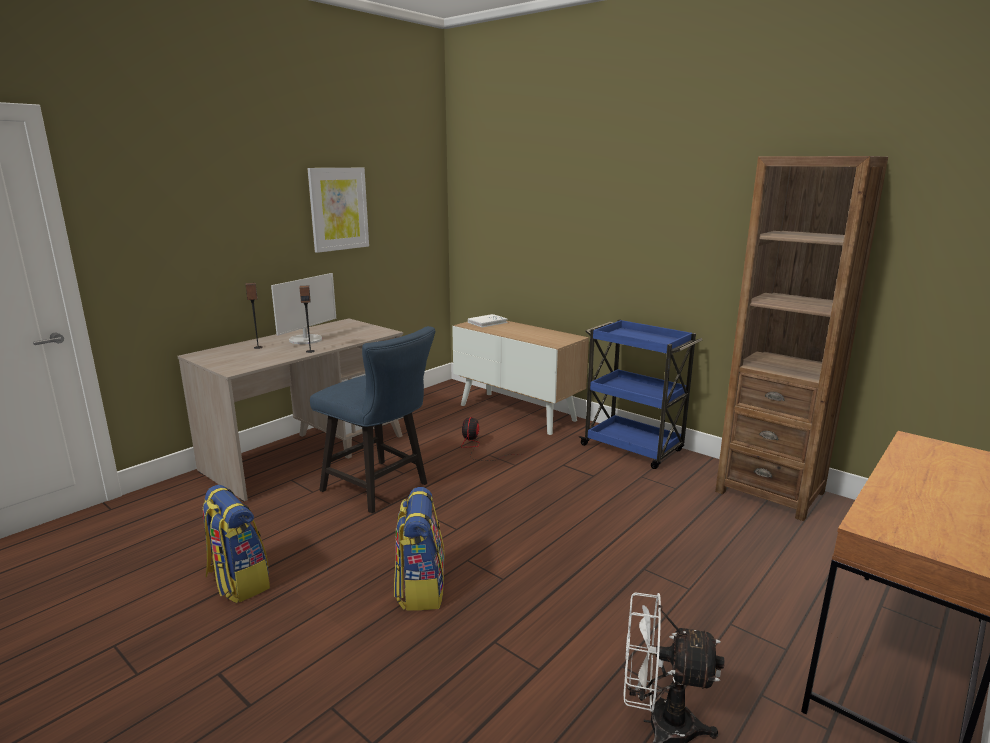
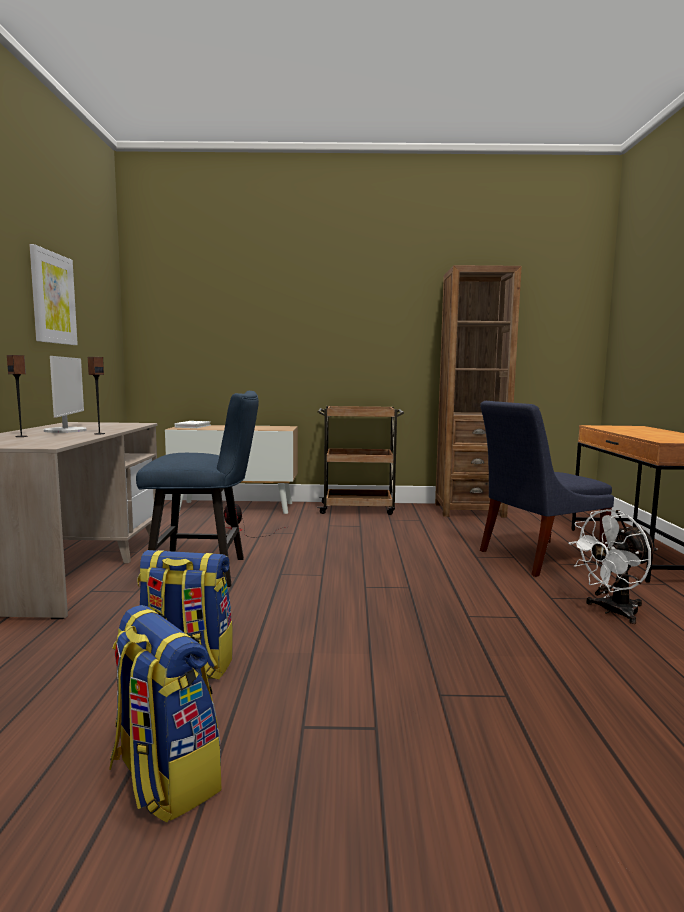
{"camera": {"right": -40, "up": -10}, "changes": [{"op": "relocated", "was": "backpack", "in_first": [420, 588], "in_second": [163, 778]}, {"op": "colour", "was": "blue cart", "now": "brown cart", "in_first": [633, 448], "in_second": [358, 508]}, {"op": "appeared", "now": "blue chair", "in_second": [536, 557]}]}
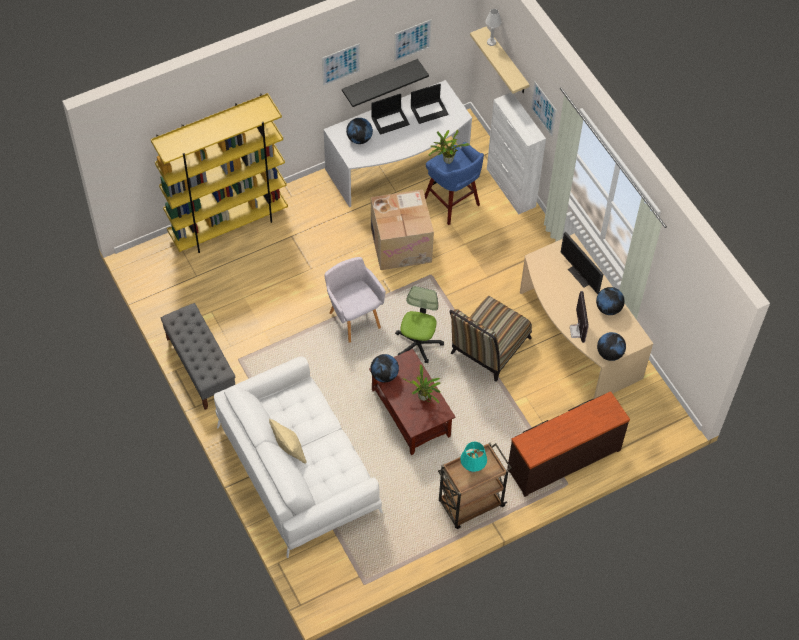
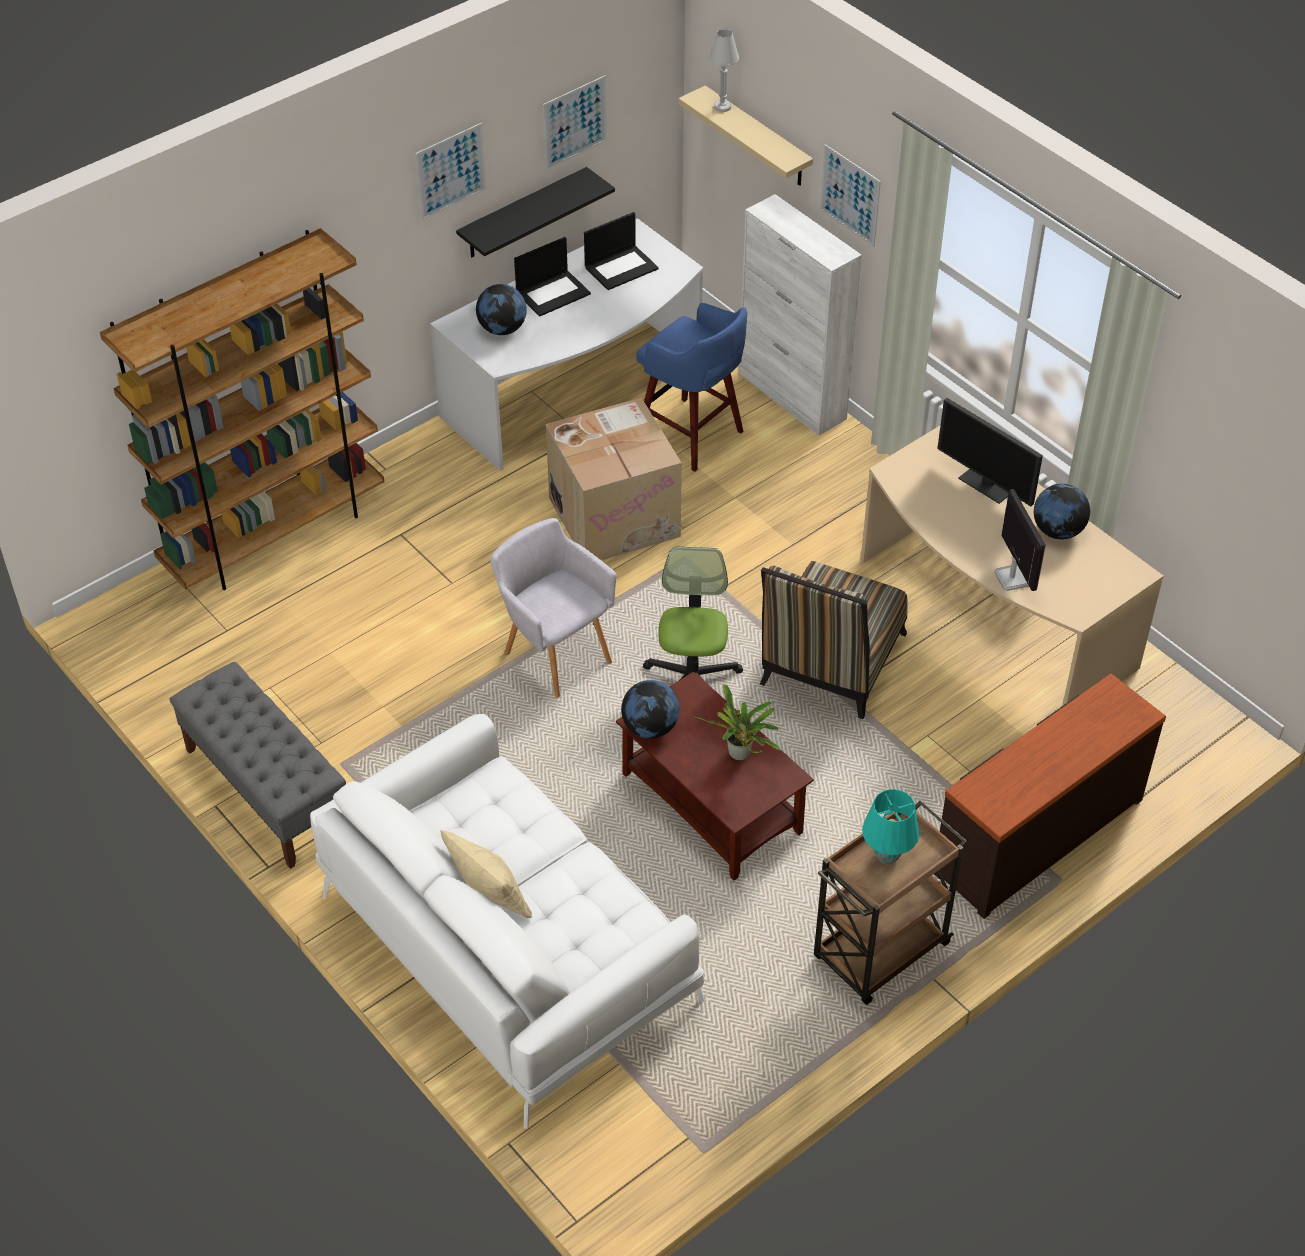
{"camera": {"right": -10, "up": -10}, "changes": [{"op": "colour", "was": "yellow bookcase", "now": "brown bookcase", "in_first": [229, 225], "in_second": [274, 534]}, {"op": "missing", "was": "potted plant", "in_first": [446, 160]}, {"op": "missing", "was": "globe", "in_first": [609, 353]}]}
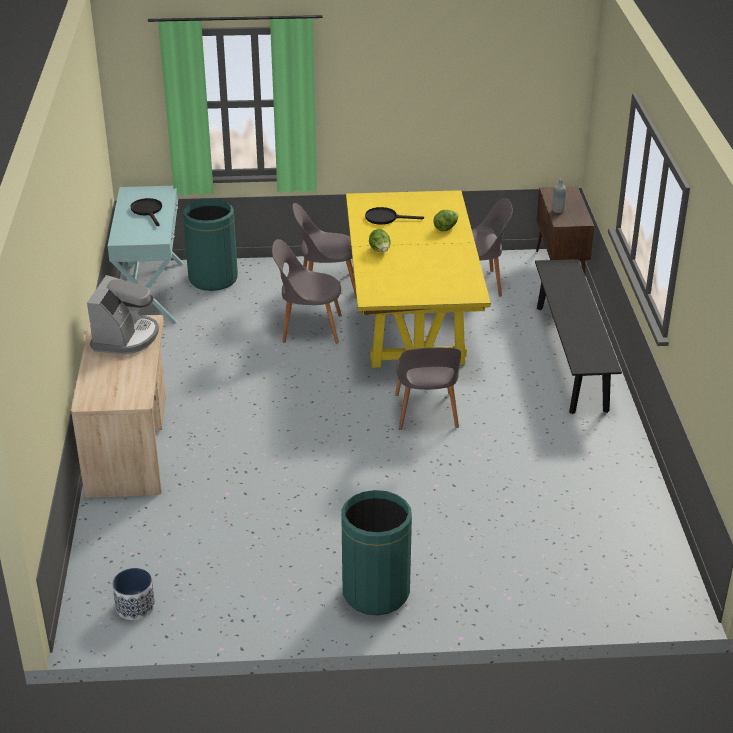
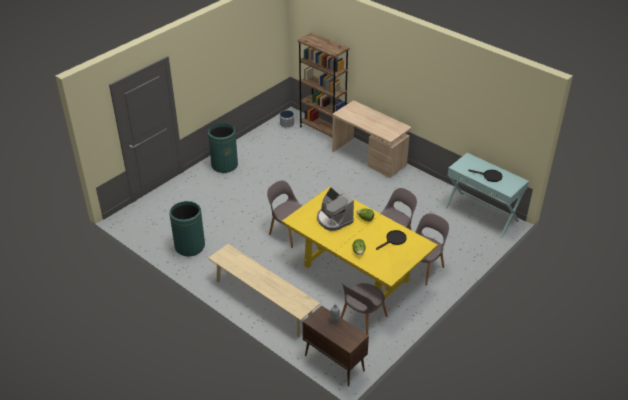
{"camera": {"right": 135, "up": 5}, "changes": [{"op": "relocated", "was": "green trash can", "in_first": [213, 279], "in_second": [190, 246]}, {"op": "colour", "was": "black bench", "now": "beige bench", "in_first": [571, 357], "in_second": [263, 302]}, {"op": "appeared", "now": "brown bookcase", "in_second": [322, 131]}, {"op": "relocated", "was": "coffee machine", "in_first": [125, 337], "in_second": [334, 219]}]}
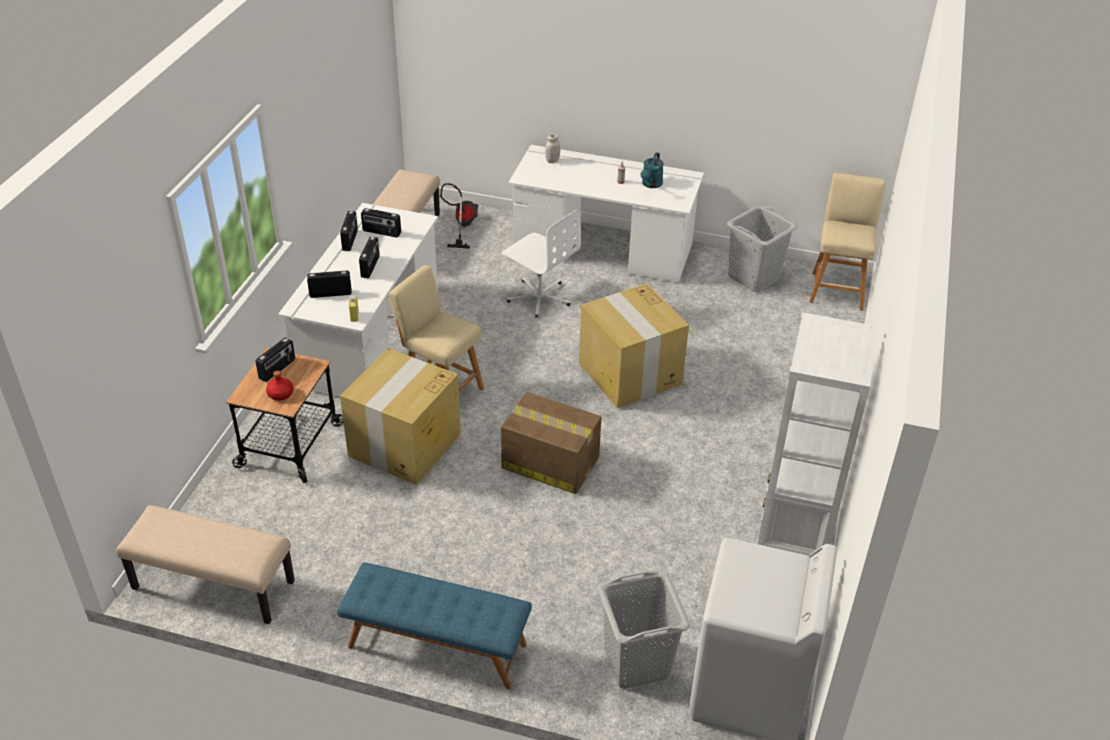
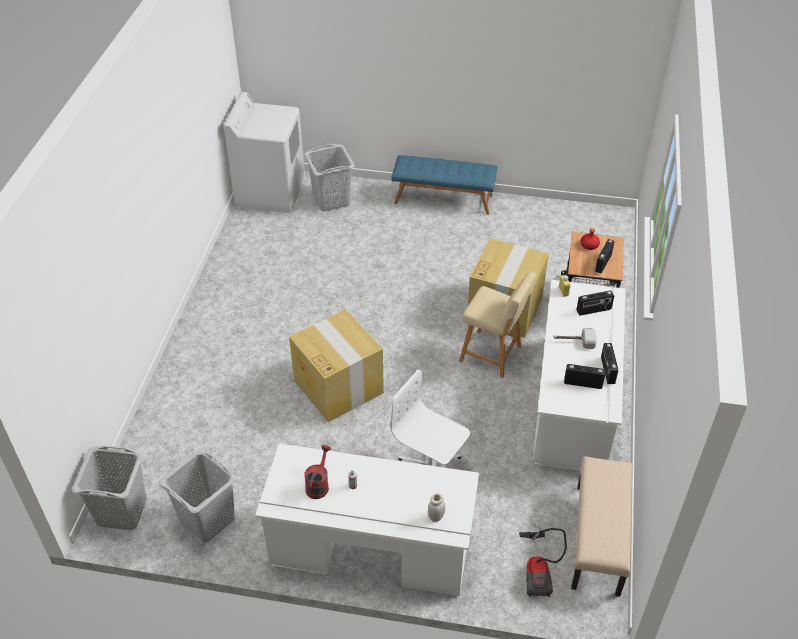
{"camera": {"right": 175, "up": 5}, "changes": [{"op": "exchanged", "was": "beige stool", "now": "grey laundry basket", "in_first": [837, 289], "in_second": [121, 511]}, {"op": "colour", "was": "turquoise watering can", "now": "red watering can", "in_first": [651, 185], "in_second": [318, 484]}, {"op": "exchanged", "was": "radio", "now": "hammer", "in_first": [370, 267], "in_second": [573, 341]}, {"op": "missing", "was": "beige bench", "in_first": [212, 586]}, {"op": "missing", "was": "cardboard box", "in_first": [549, 462]}, {"op": "missing", "was": "white bookcase", "in_first": [792, 542]}]}
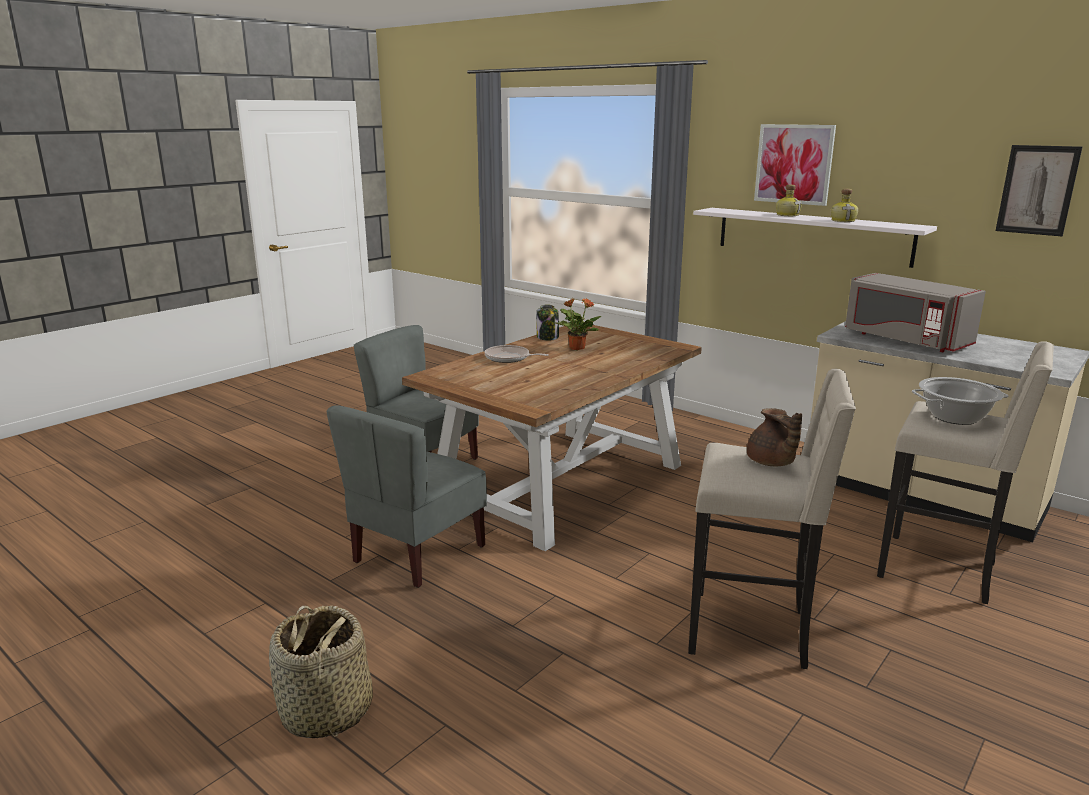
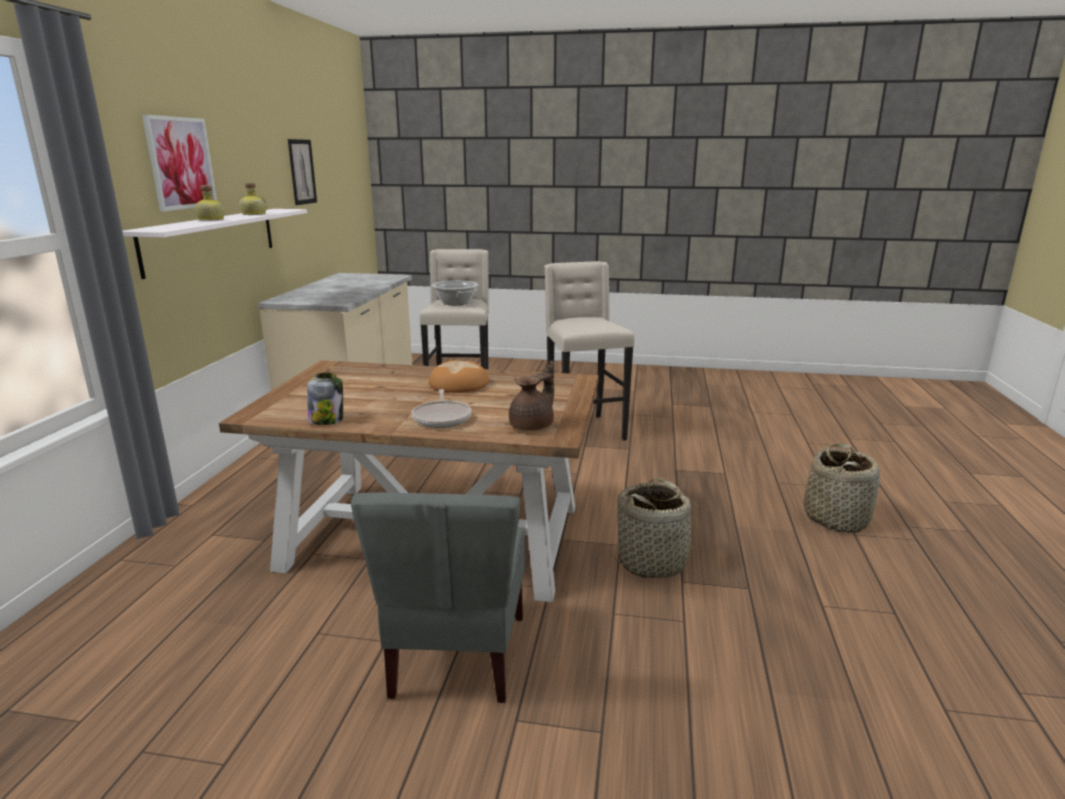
{"camera": {"right": -120, "up": 0}, "changes": [{"op": "appeared", "now": "bread", "in_second": [458, 384]}, {"op": "relocated", "was": "brown teapot", "in_first": [771, 463], "in_second": [533, 425]}, {"op": "exchanged", "was": "grey chair", "now": "basket", "in_first": [417, 554], "in_second": [653, 561]}, {"op": "missing", "was": "potted plant", "in_first": [576, 348]}, {"op": "missing", "was": "grey microwave", "in_first": [904, 340]}]}
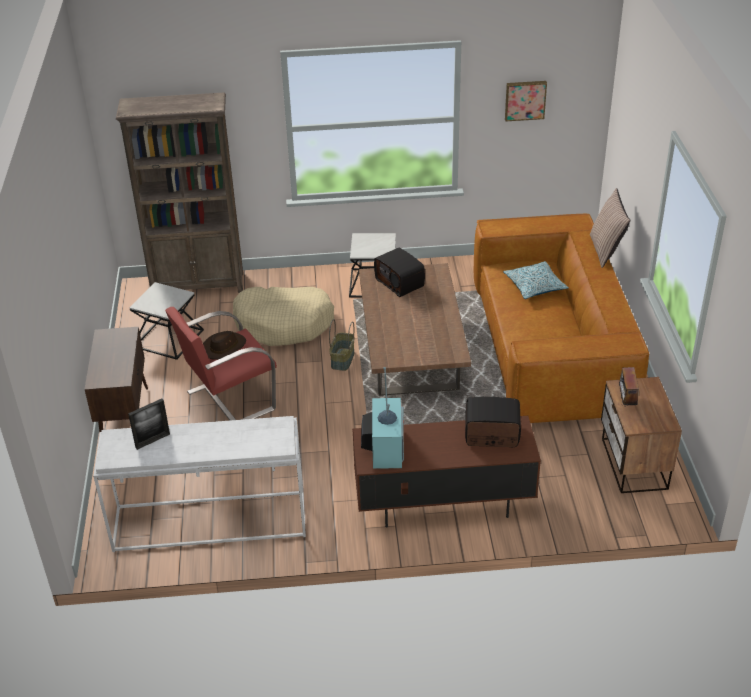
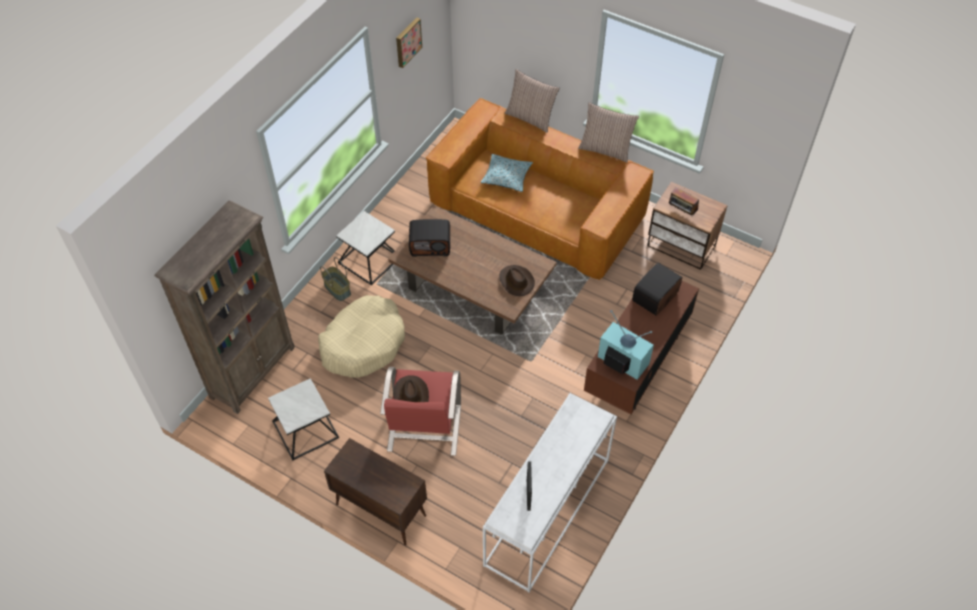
{"camera": {"right": -55, "up": 15}, "changes": [{"op": "relocated", "was": "basket", "in_first": [343, 360], "in_second": [338, 289]}, {"op": "appeared", "now": "brown hat", "in_second": [516, 281]}, {"op": "appeared", "now": "pillow", "in_second": [605, 149]}]}
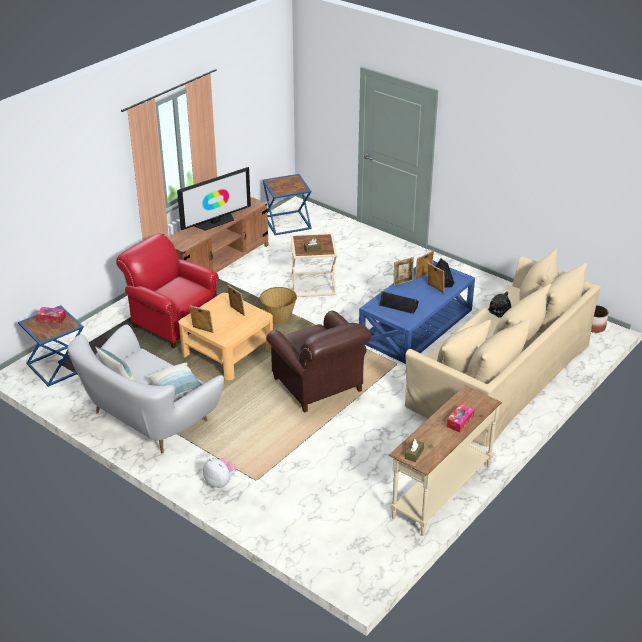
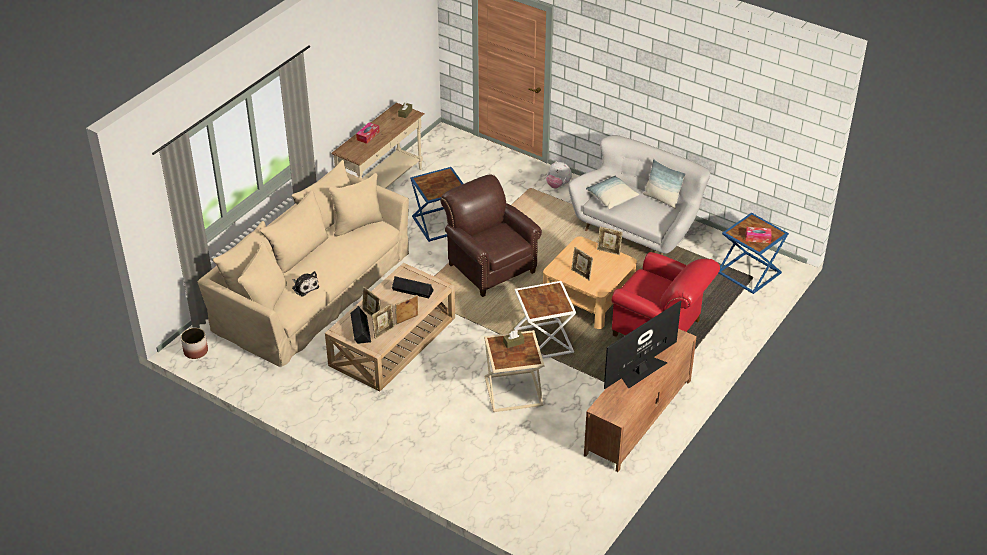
{"camera": {"right": 175, "up": 5}, "changes": [{"op": "colour", "was": "blue coffee table", "now": "beige coffee table", "in_first": [416, 326], "in_second": [392, 341]}, {"op": "relocated", "was": "blue side table", "in_first": [287, 223], "in_second": [441, 223]}, {"op": "exchanged", "was": "basket", "now": "white side table", "in_first": [279, 318], "in_second": [544, 341]}]}
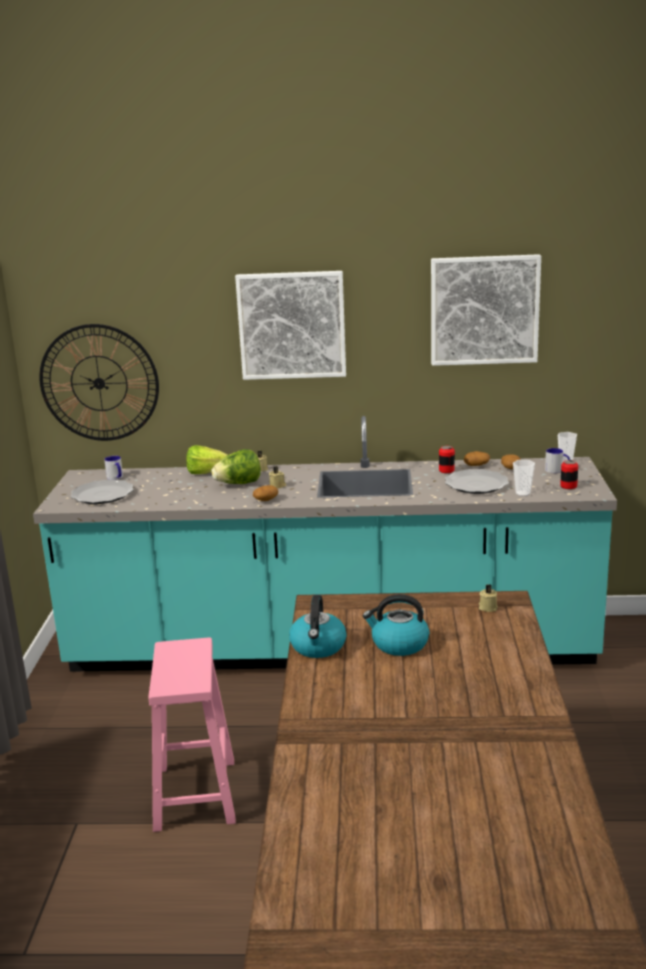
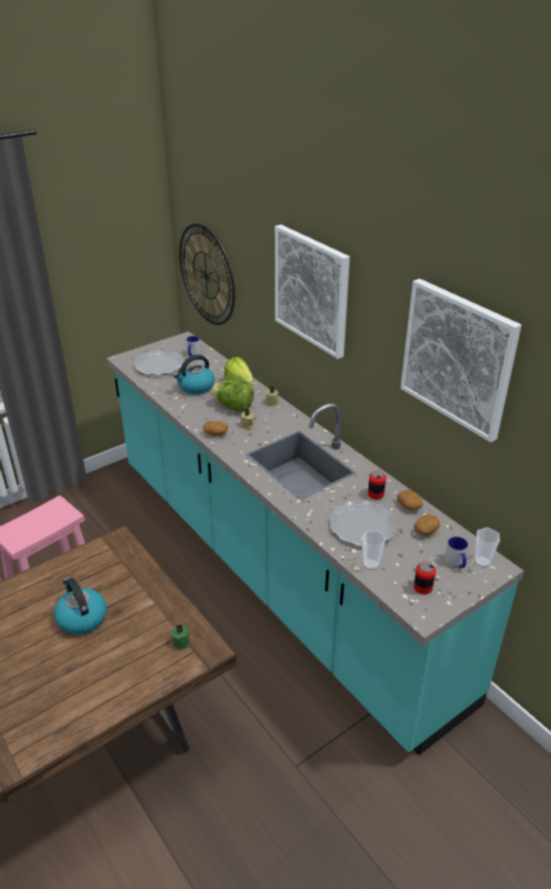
{"camera": {"right": 50, "up": 15}, "changes": [{"op": "colour", "was": "beige candle", "now": "green candle", "in_first": [487, 607], "in_second": [182, 641]}, {"op": "relocated", "was": "kettle", "in_first": [318, 647], "in_second": [195, 387]}]}
